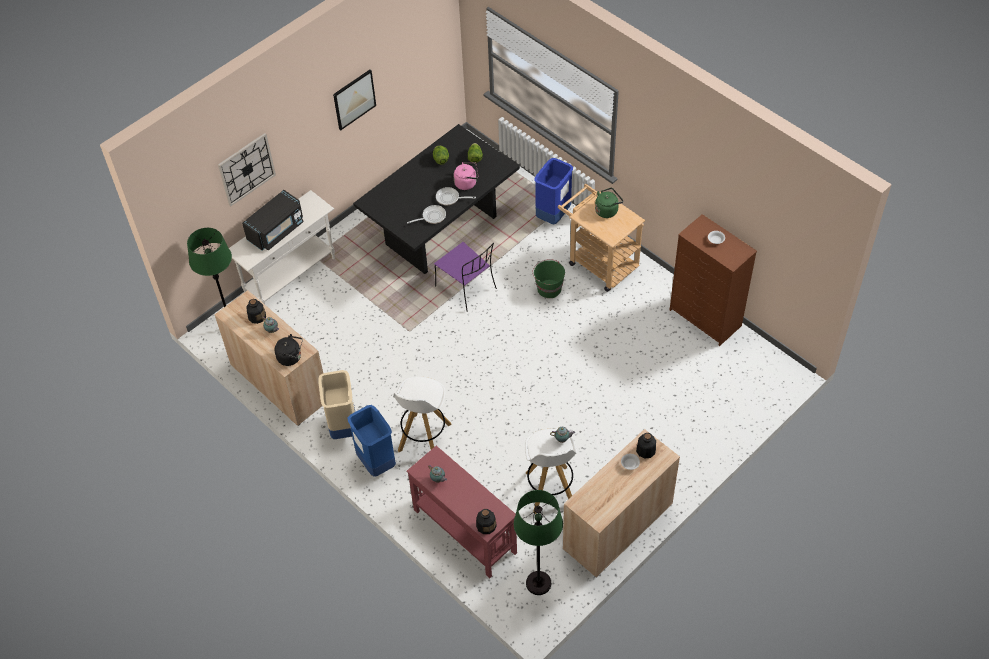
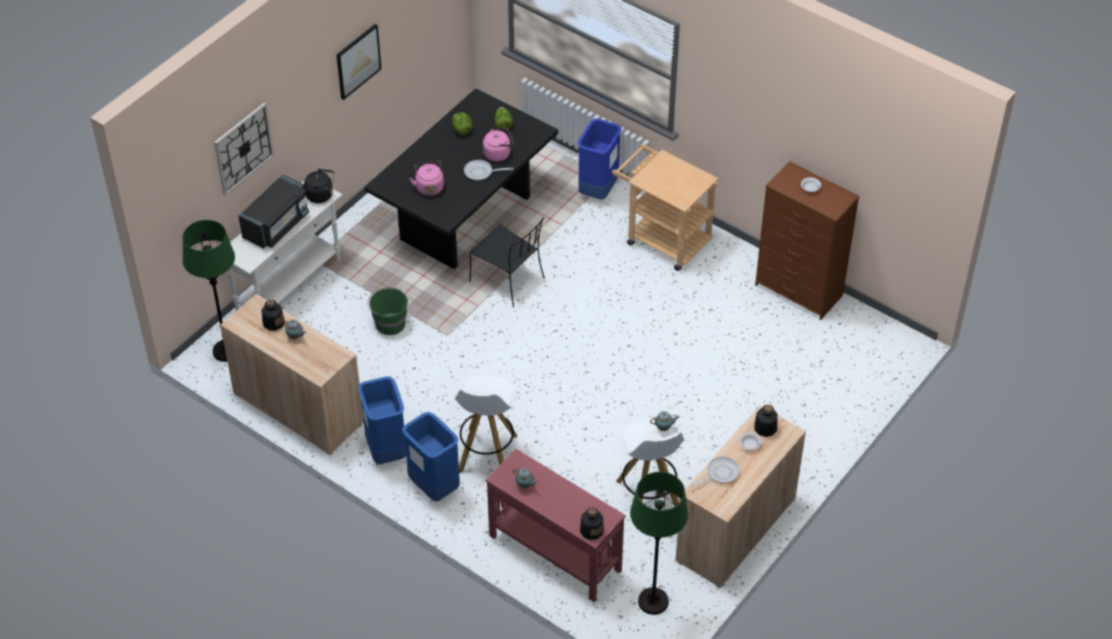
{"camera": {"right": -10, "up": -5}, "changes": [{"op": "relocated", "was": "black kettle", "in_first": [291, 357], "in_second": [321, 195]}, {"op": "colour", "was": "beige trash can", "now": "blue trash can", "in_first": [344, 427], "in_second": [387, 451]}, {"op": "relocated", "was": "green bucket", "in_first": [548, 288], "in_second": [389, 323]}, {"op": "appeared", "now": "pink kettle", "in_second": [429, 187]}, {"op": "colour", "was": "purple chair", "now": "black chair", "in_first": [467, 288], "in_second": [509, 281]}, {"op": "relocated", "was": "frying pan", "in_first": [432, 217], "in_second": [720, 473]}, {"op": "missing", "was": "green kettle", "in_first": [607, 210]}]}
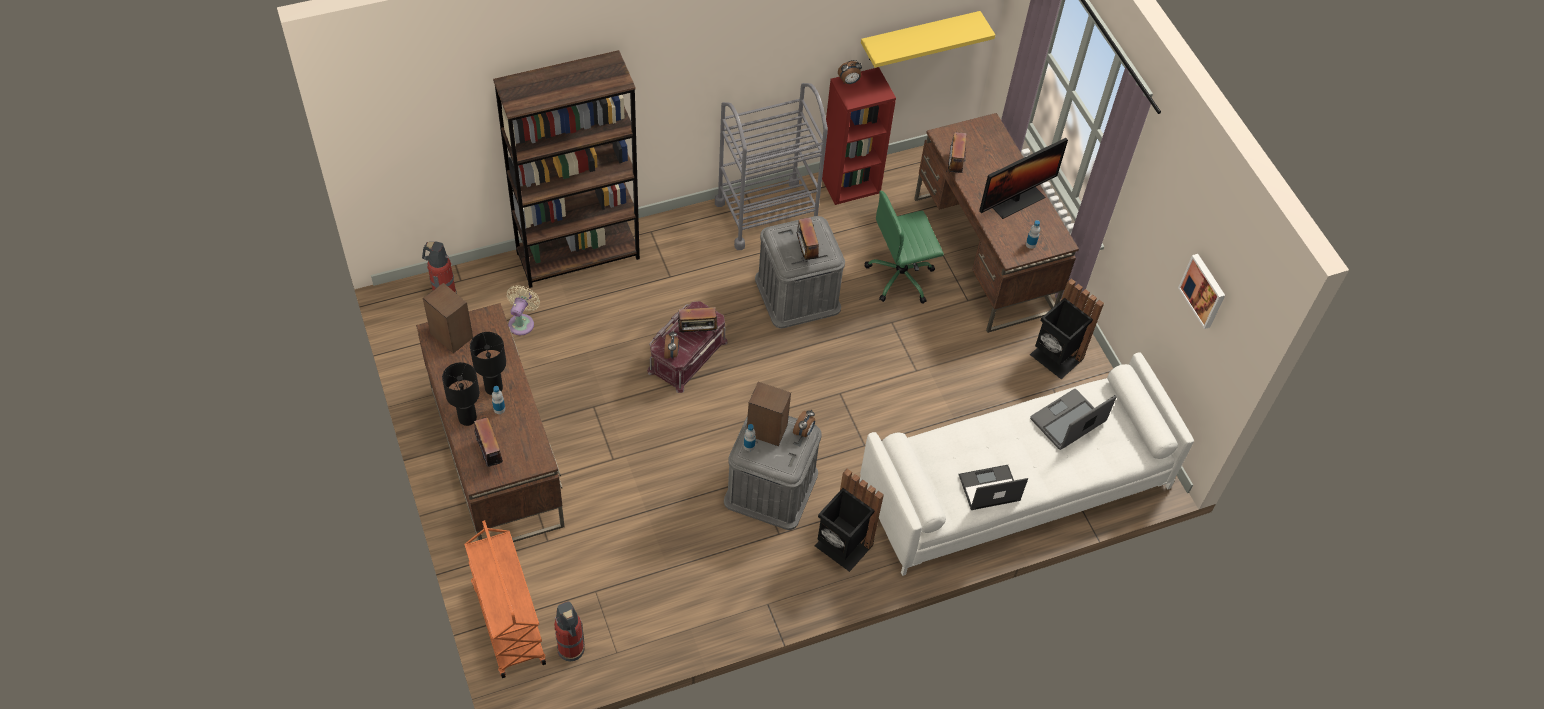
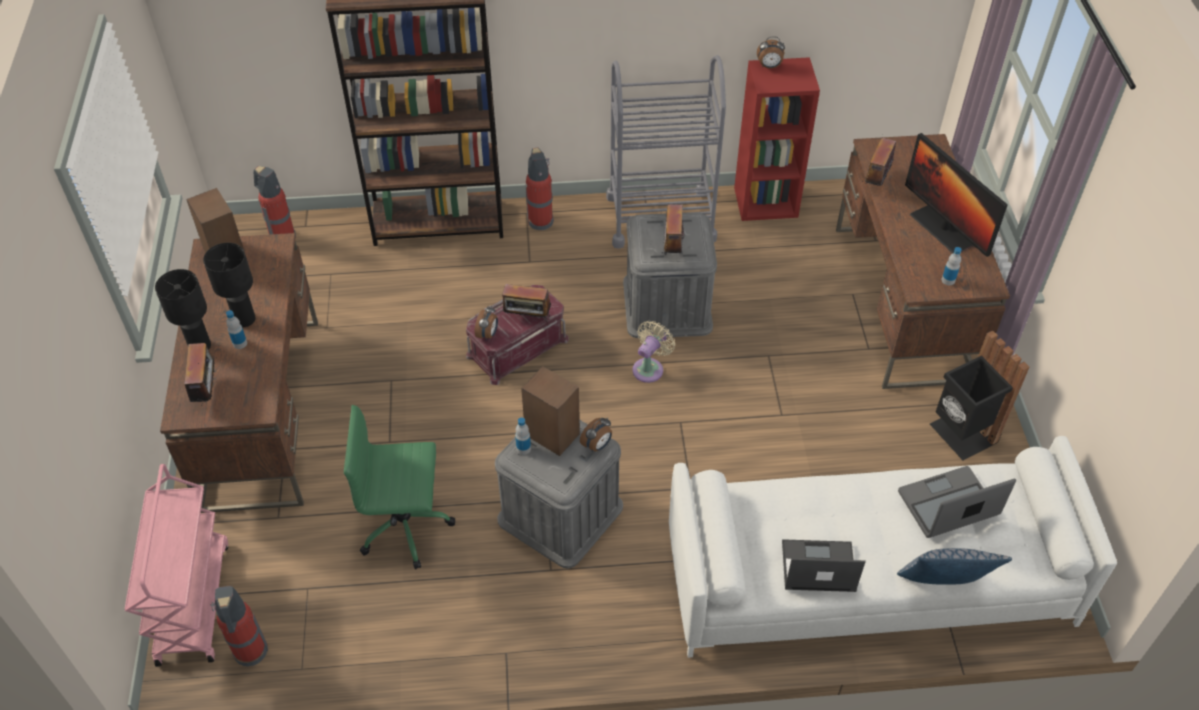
{"camera": {"right": 20, "up": -5}, "changes": [{"op": "colour", "was": "orange cart", "now": "pink cart", "in_first": [508, 622], "in_second": [193, 601]}, {"op": "relocated", "was": "green office chair", "in_first": [901, 277], "in_second": [407, 525]}, {"op": "appeared", "now": "fire extinguisher", "in_second": [540, 220]}, {"op": "relocated", "was": "beige fan", "in_first": [522, 322], "in_second": [650, 368]}, {"op": "appeared", "now": "pillow", "in_second": [943, 586]}, {"op": "spun", "was": "monitor", "in_first": [1016, 200], "in_second": [943, 229], "clockwise": 75}, {"op": "missing", "was": "black trash can", "in_first": [842, 547]}, {"op": "missing", "was": "yellow shelf", "in_first": [919, 36]}, {"op": "missing", "was": "picture", "in_first": [1204, 290]}]}
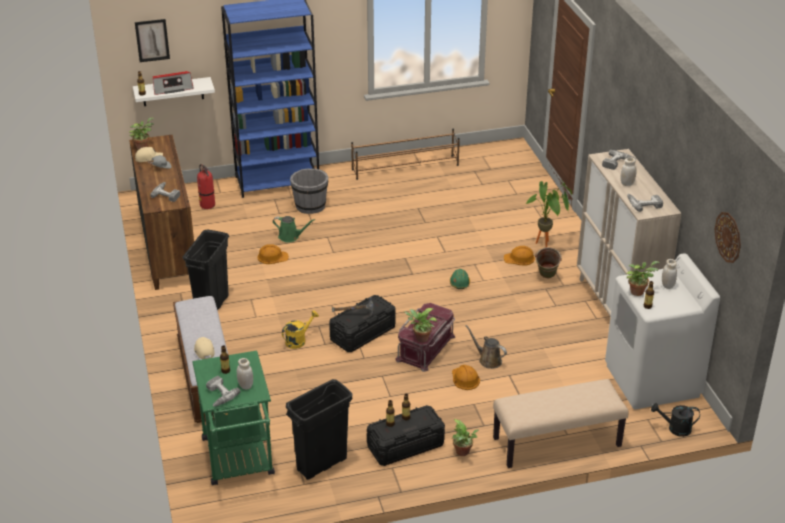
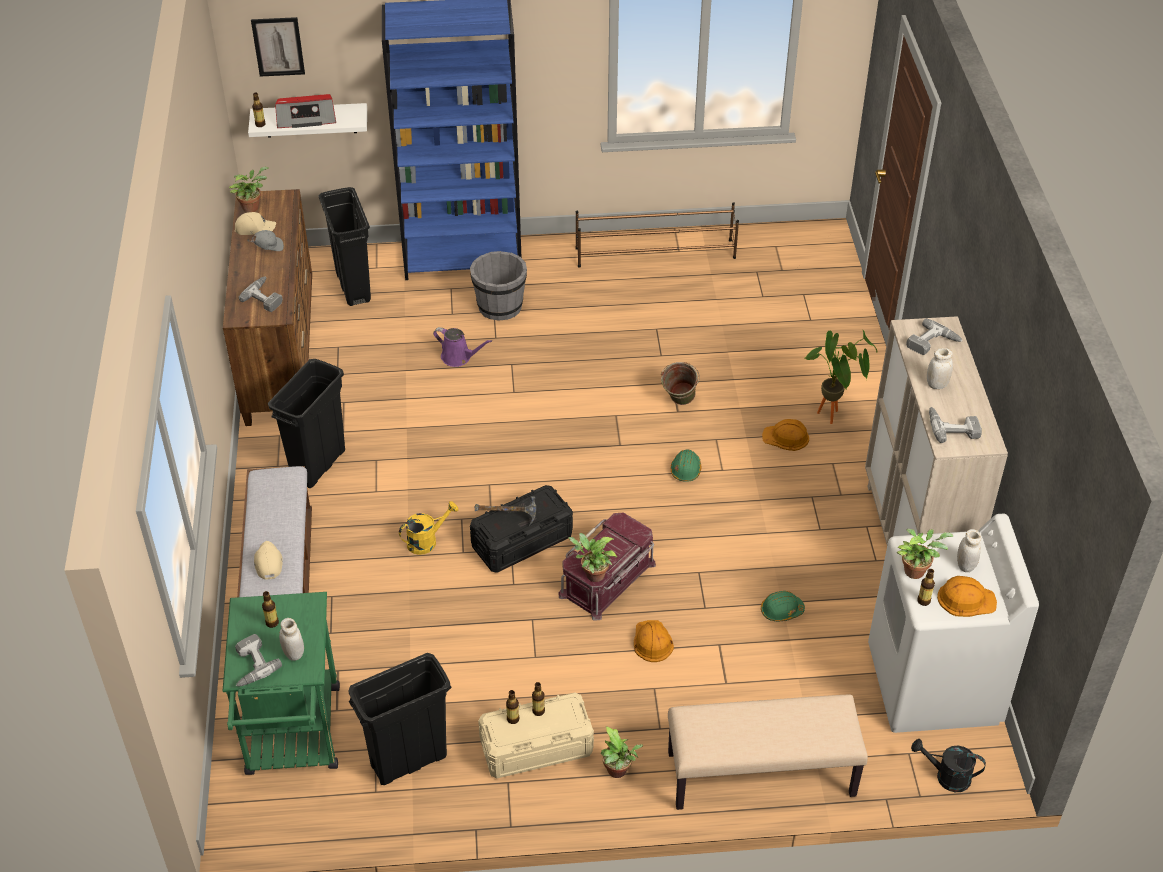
{"camera": {"right": 10, "up": 10}, "changes": [{"op": "exchanged", "was": "fire extinguisher", "now": "black trash can", "in_first": [207, 205], "in_second": [353, 287]}, {"op": "colour", "was": "green watering can", "now": "purple watering can", "in_first": [290, 237], "in_second": [458, 357]}, {"op": "colour", "was": "black storage box", "now": "beige storage box", "in_first": [405, 446], "in_second": [536, 747]}, {"op": "relocated", "was": "green bucket", "in_first": [546, 277], "in_second": [678, 403]}, {"op": "appeared", "now": "green hard hat", "in_second": [781, 611]}, {"op": "relocated", "was": "orange hard hat", "in_first": [272, 257], "in_second": [966, 599]}, {"op": "missing", "was": "brown watering can", "in_first": [488, 360]}, {"op": "missing", "was": "wall clock", "in_first": [728, 237]}]}
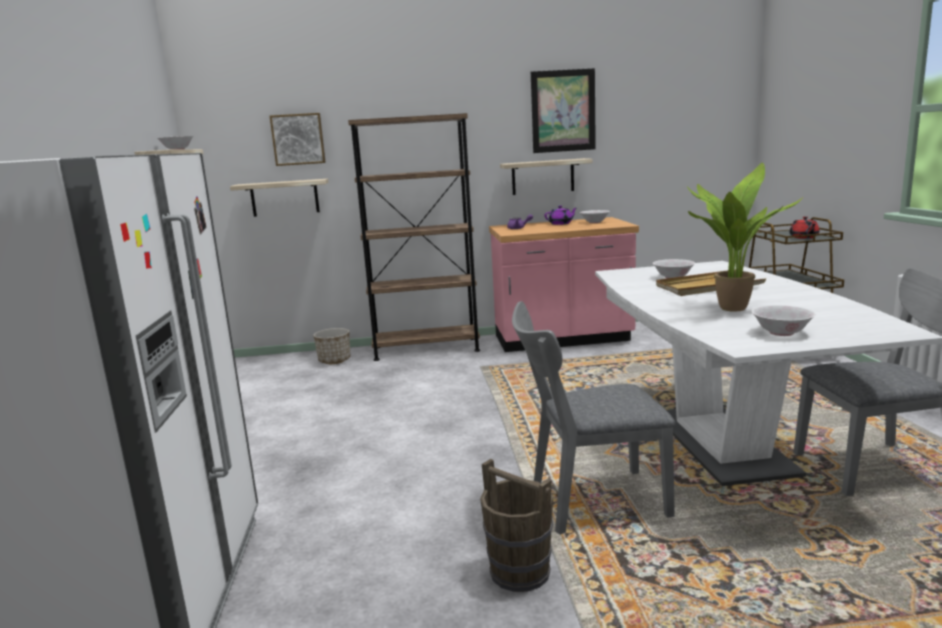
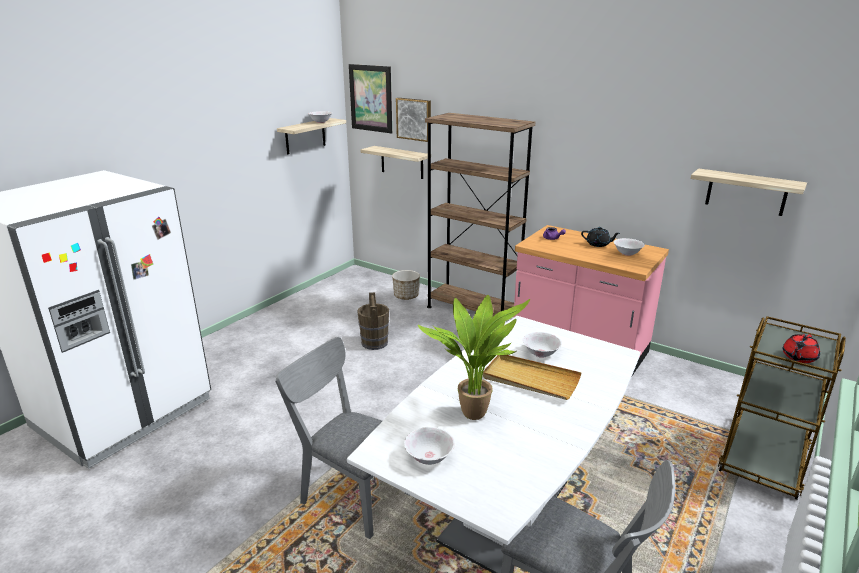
{"camera": {"right": 40, "up": 10}, "changes": [{"op": "relocated", "was": "picture", "in_first": [563, 111], "in_second": [371, 98]}, {"op": "relocated", "was": "brown bucket", "in_first": [519, 571], "in_second": [374, 343]}, {"op": "colour", "was": "purple teapot", "now": "black teapot", "in_first": [561, 224], "in_second": [598, 244]}, {"op": "relocated", "was": "shelf", "in_first": [542, 177], "in_second": [746, 192]}]}
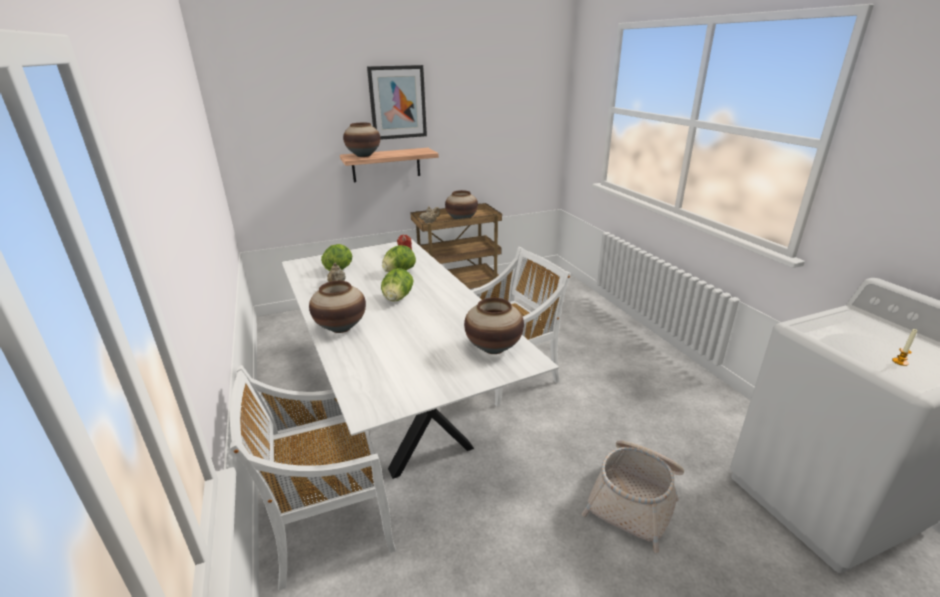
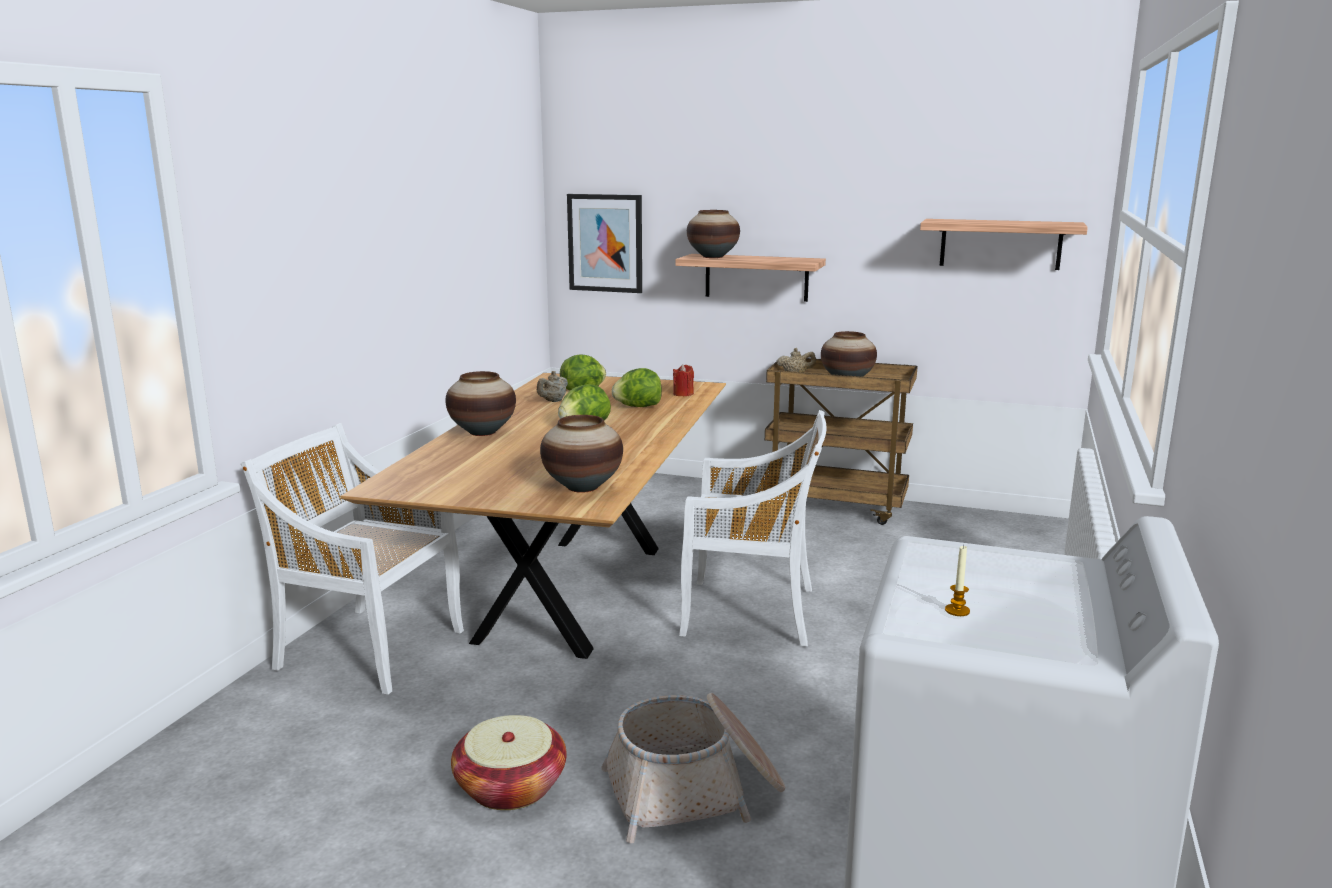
{"camera": {"right": 40, "up": -10}, "changes": [{"op": "colour", "was": "white dining table", "now": "brown dining table", "in_first": [401, 405], "in_second": [574, 590]}, {"op": "appeared", "now": "basket", "in_second": [510, 787]}, {"op": "relocated", "was": "picture", "in_first": [397, 102], "in_second": [605, 243]}, {"op": "appeared", "now": "shelf", "in_second": [1000, 244]}]}
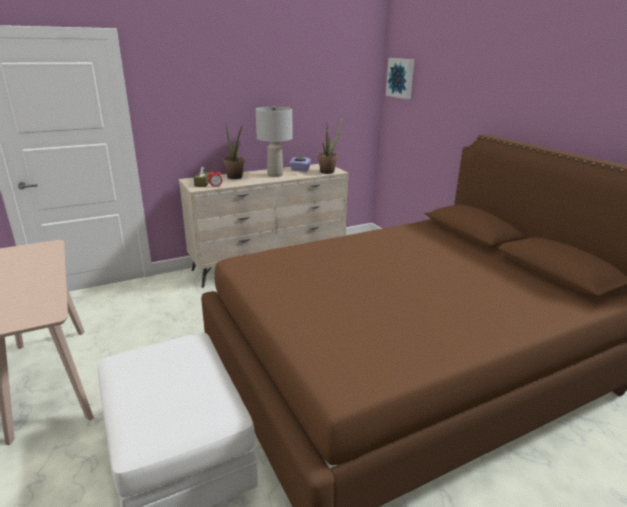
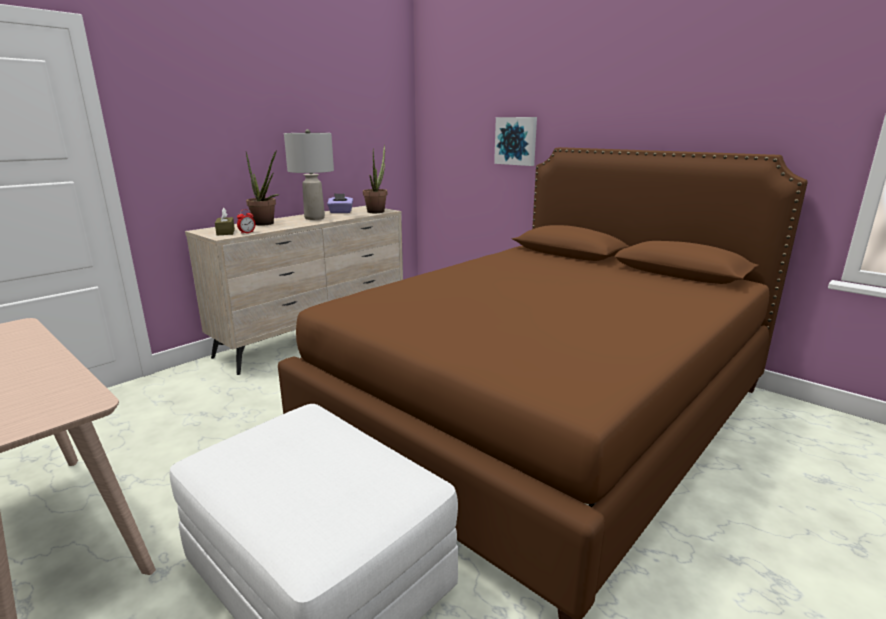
{"camera": {"right": -20, "up": -5}, "changes": [{"op": "relocated", "was": "picture", "in_first": [401, 78], "in_second": [516, 141]}]}
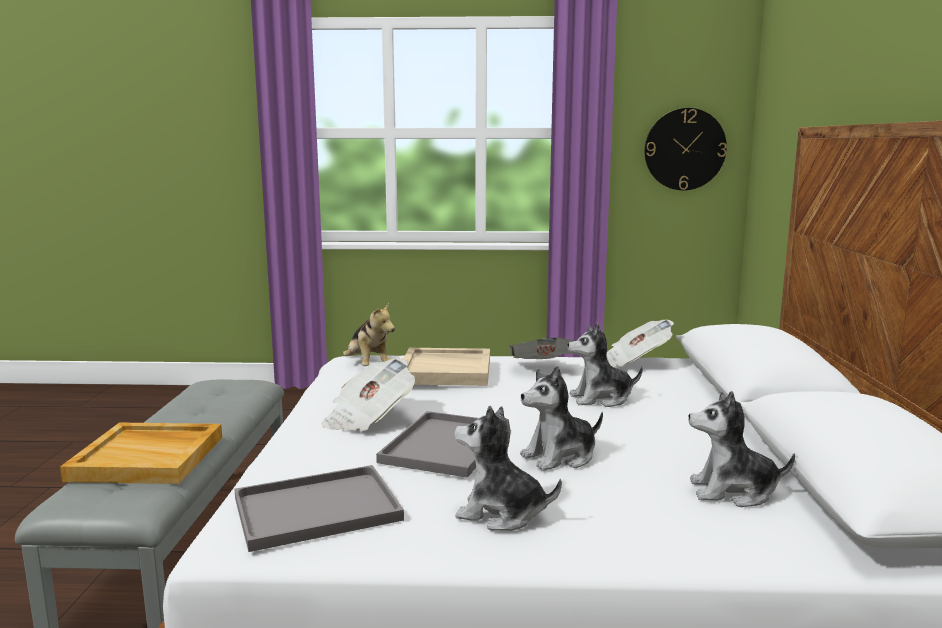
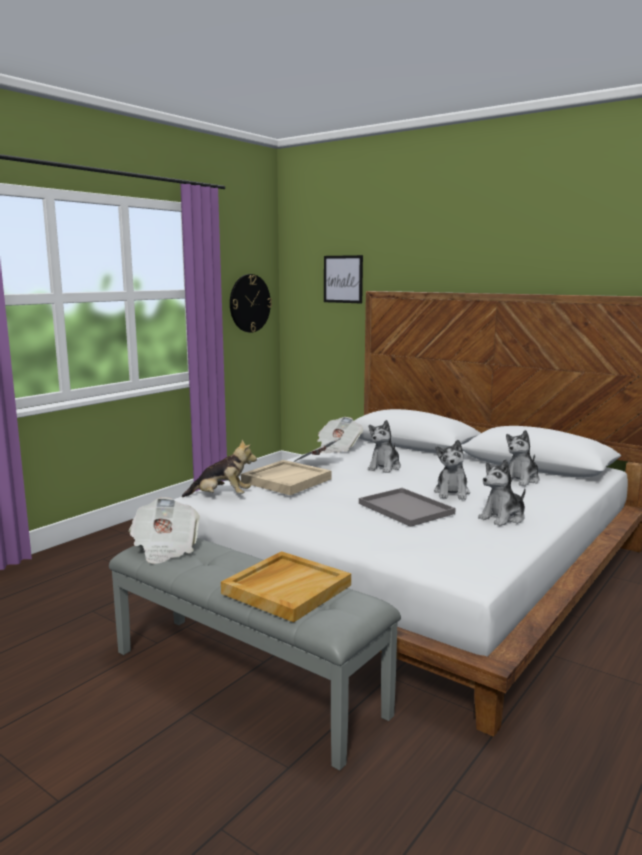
{"camera": {"right": -55, "up": 0}, "changes": [{"op": "relocated", "was": "newspaper", "in_first": [368, 419], "in_second": [165, 548]}, {"op": "appeared", "now": "picture", "in_second": [343, 279]}, {"op": "missing", "was": "grey tray", "in_first": [320, 508]}]}
